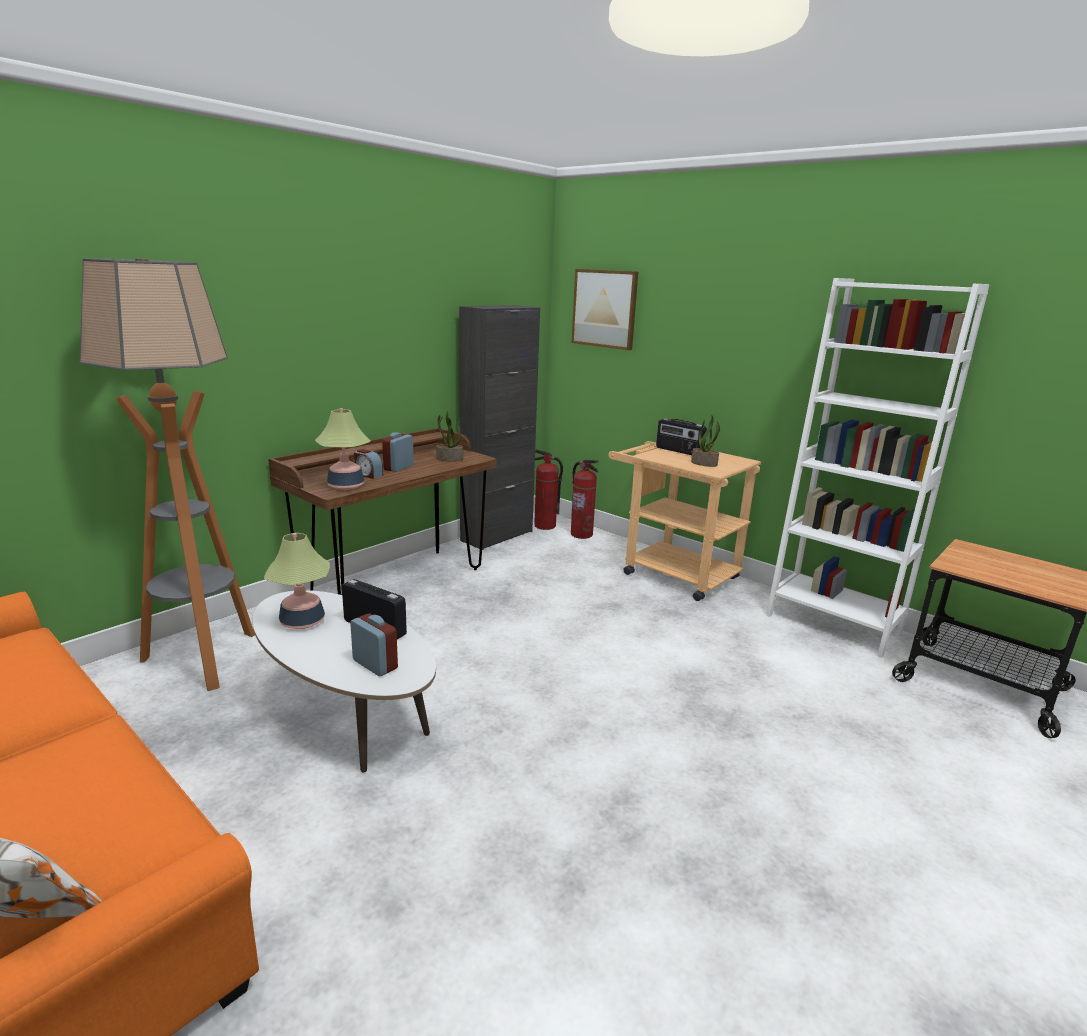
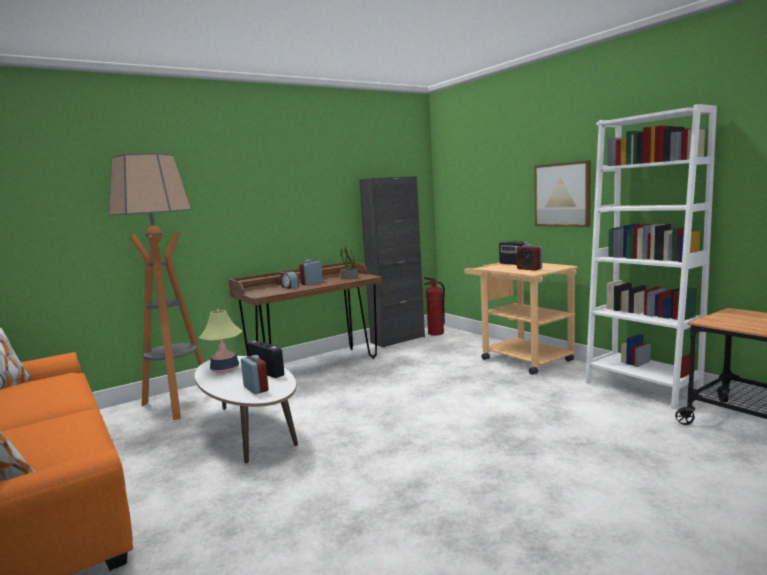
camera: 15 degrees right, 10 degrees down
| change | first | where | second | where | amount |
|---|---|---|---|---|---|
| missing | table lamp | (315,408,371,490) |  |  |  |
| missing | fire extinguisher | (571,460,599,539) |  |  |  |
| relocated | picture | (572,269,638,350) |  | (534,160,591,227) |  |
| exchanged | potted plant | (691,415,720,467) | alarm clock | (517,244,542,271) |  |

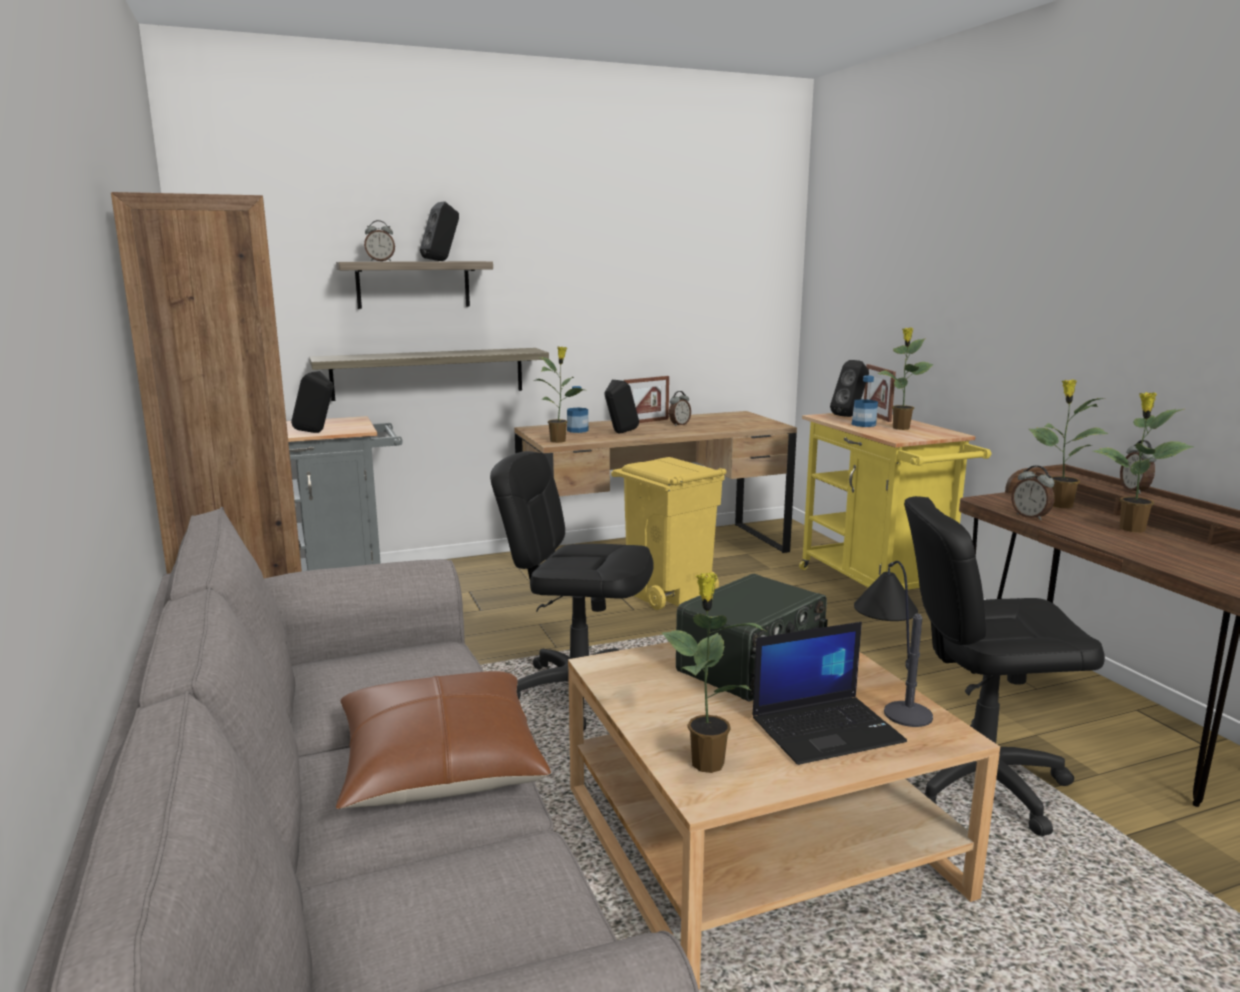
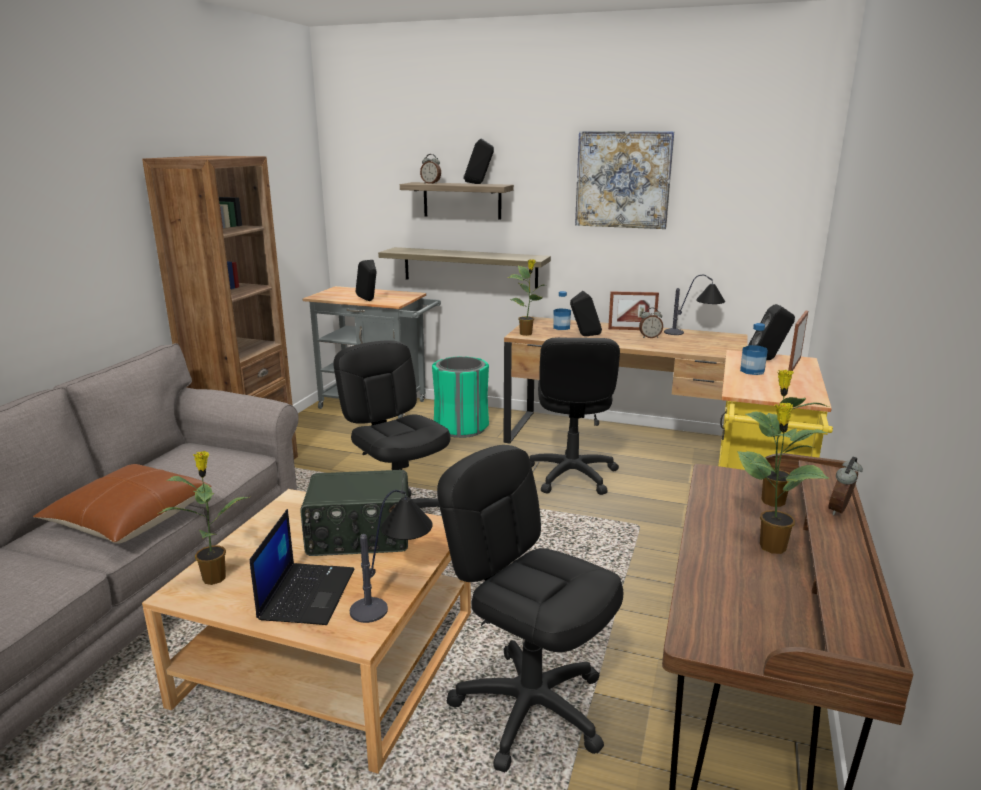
camera: 40 degrees right, 5 degrees up
| change | first | where | second | where | amount |
|---|---|---|---|---|---|
| missing | potted plant | (877,328,934,430) |  |  |  |
| missing | alarm clock | (1011,466,1055,520) |  |  |  |
| appeared |  |  | green trash can | (432,356,489,438) |  |
| appeared |  |  | picture | (575,131,674,229) |  |
| appeared |  |  | table lamp | (664,275,725,335) |  |
| exchanged | yellow trash can | (611,457,726,610) | black office chair | (530,337,620,495) |  |
| spun | laptop | (752,622,907,765) |  | (250,509,354,625) | 105 degrees counterclockwise |

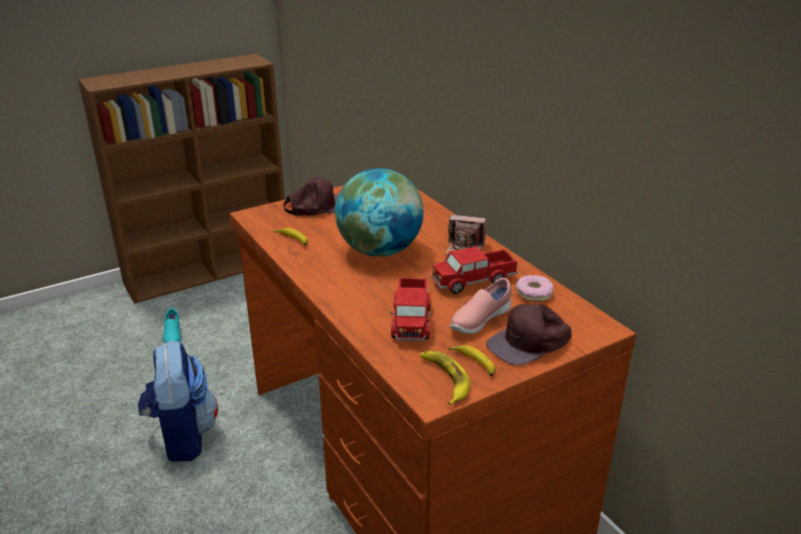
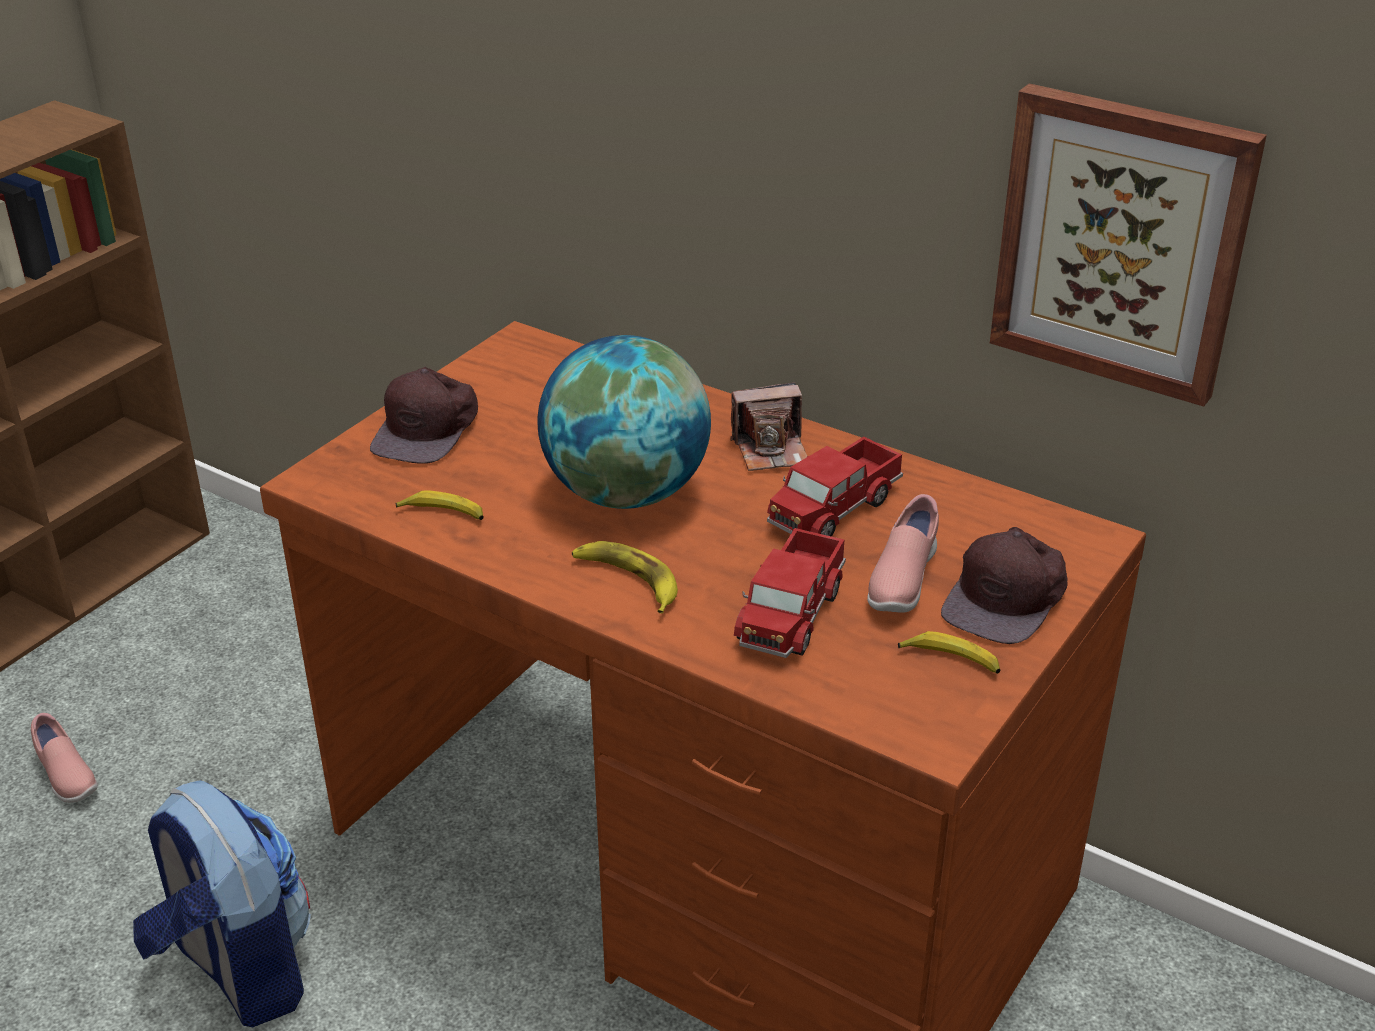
camera: 25 degrees left, 5 degrees up
| change | first | where | second | where | amount |
|---|---|---|---|---|---|
| missing | donut | (516,275,554,302) |  |  |  |
| appeared |  |  | picture | (990,83,1267,407) |  |
| relocated | banana | (420,351,470,405) |  | (572,541,678,614) |  |
| colour | turquoise shoe | (163,308,182,343) | pink shoe | (31,713,98,803) |  |
| spun | brown cap | (283,177,338,215) |  | (370,367,478,464) | 150 degrees clockwise |
| spun | toy truck | (391,278,432,341) |  | (734,528,846,658) | 45 degrees clockwise |

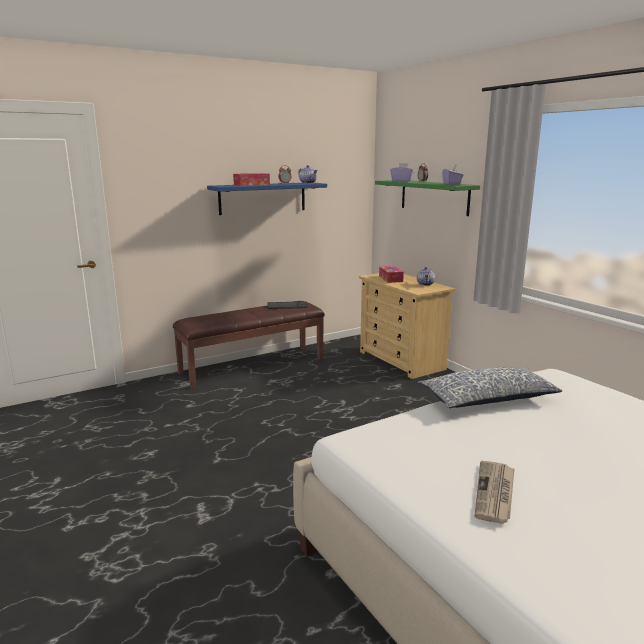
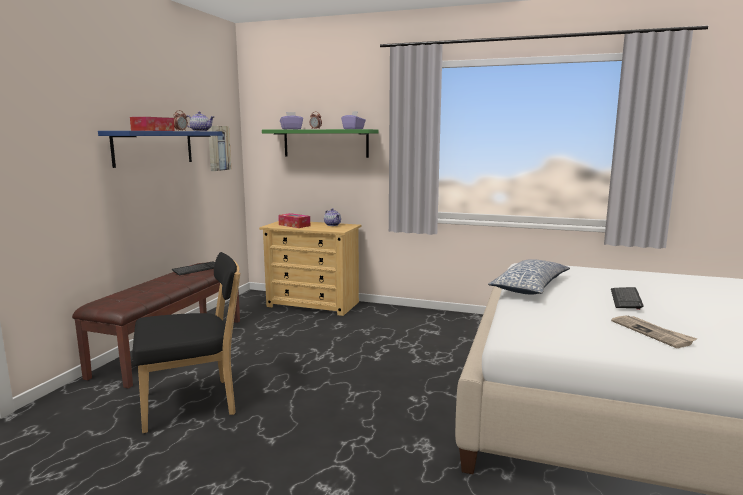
camera: 40 degrees left, 5 degrees down
| change | first | where | second | where | amount |
|---|---|---|---|---|---|
| appeared |  |  | black chair | (132,252,240,433) |  |
| appeared |  |  | picture | (208,126,231,171) |  |
| appeared |  |  | keyboard | (611,287,644,310) |  |

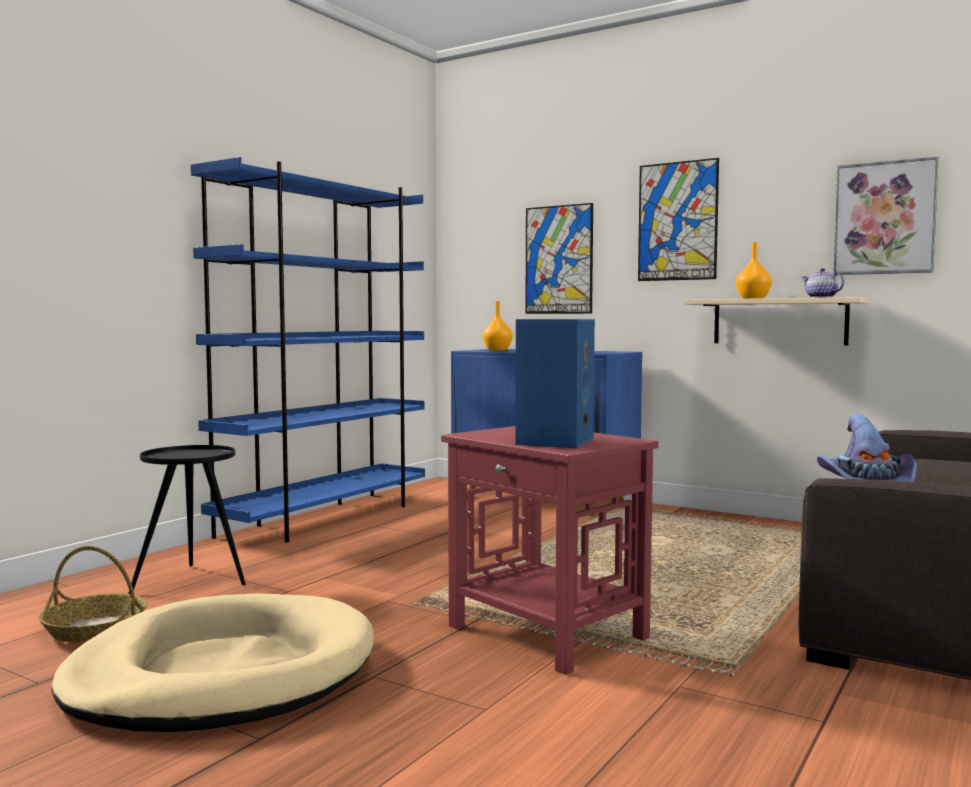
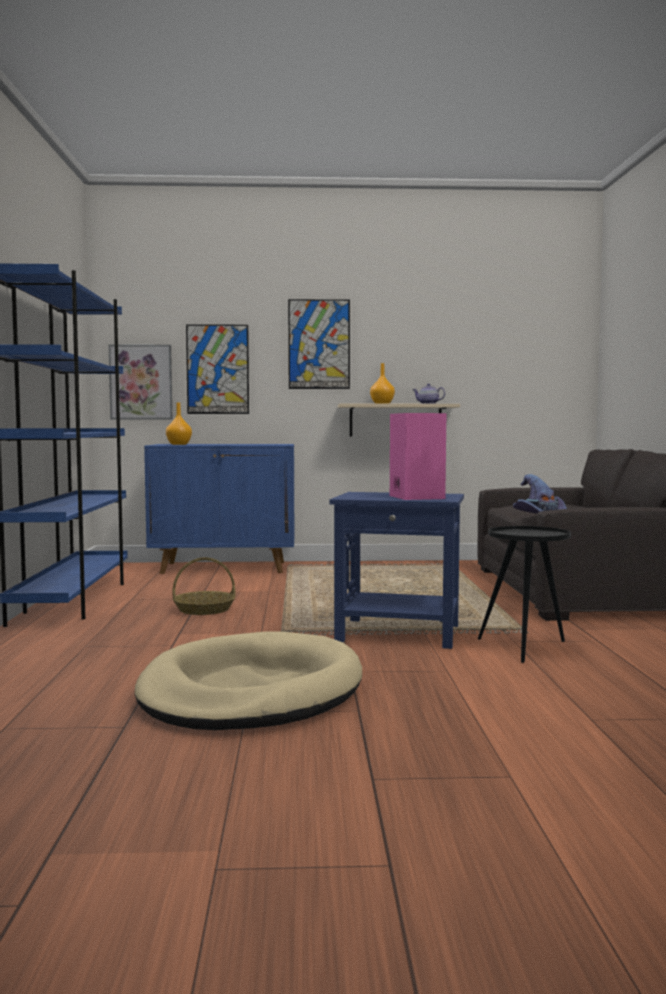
camera: 35 degrees left, 0 degrees up
| change | first | where | second | where | amount |
|---|---|---|---|---|---|
| relocated | basket | (38,546,147,643) |  | (172,557,236,615) |  |
| relocated | black side table | (128,445,246,594) |  | (478,526,571,663) |  |
| relocated | picture | (833,156,939,275) |  | (109,344,172,419) |  |
| colour | red side table | (441,426,658,675) | blue side table | (329,492,464,649) |  |
| colour | blue speaker | (515,319,595,448) | pink speaker | (390,413,446,500) |  |

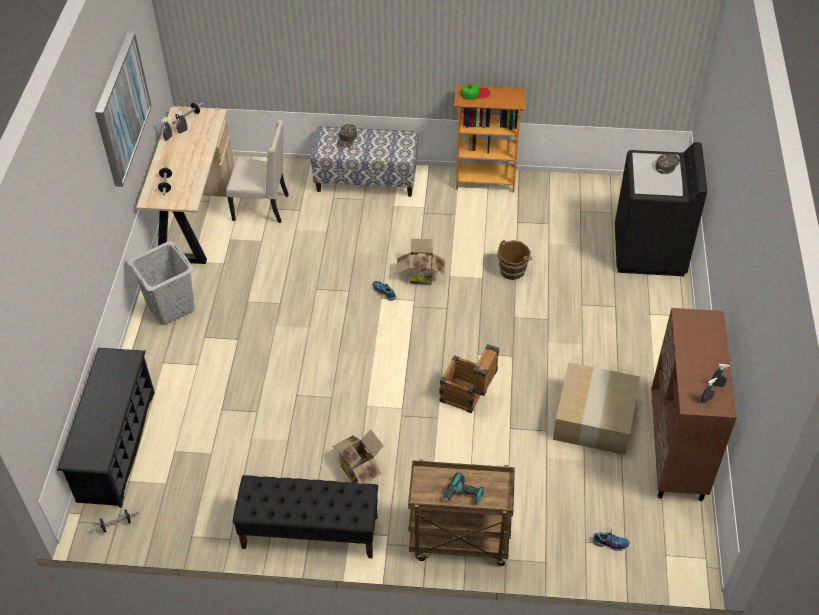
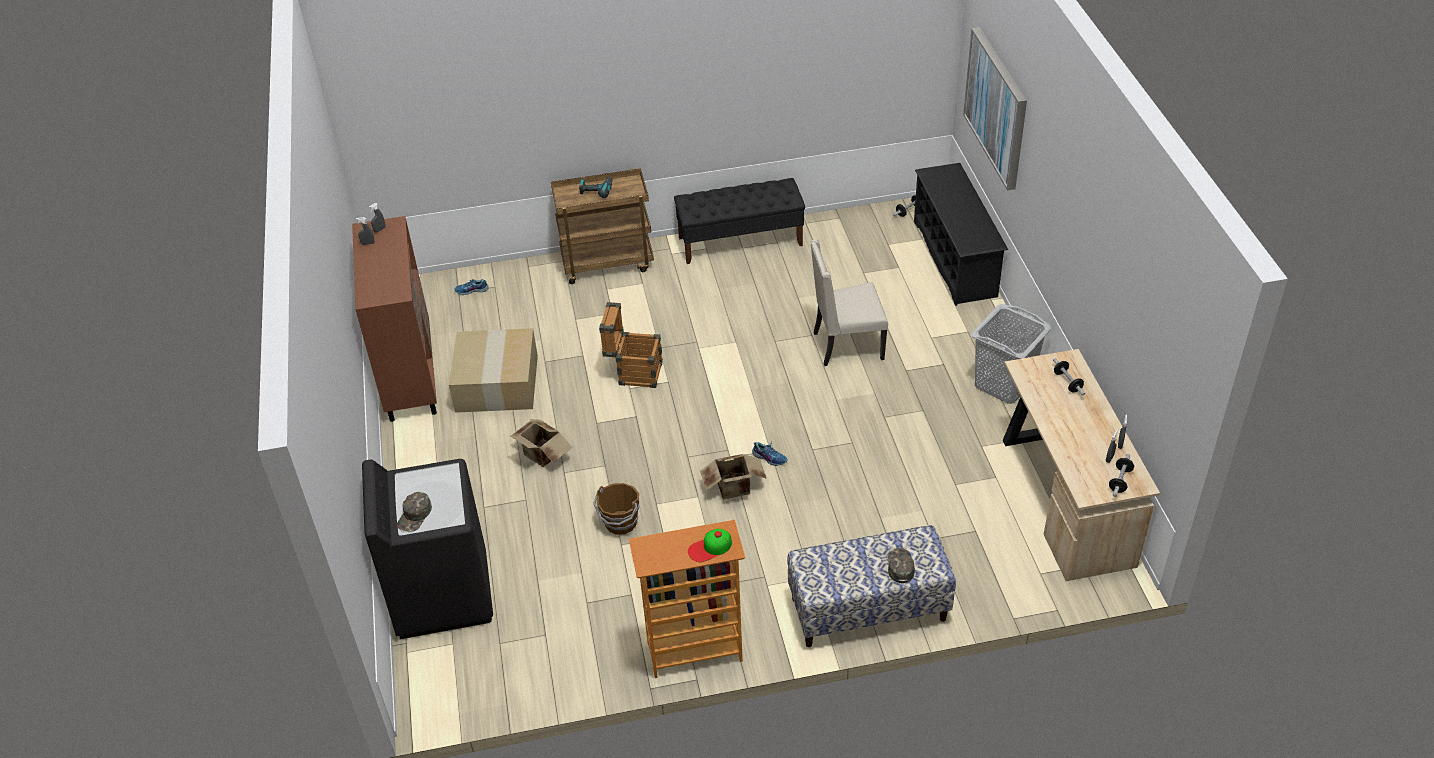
camera: 165 degrees right, 5 degrees down
| change | first | where | second | where | amount |
|---|---|---|---|---|---|
| relocated | picture | (95,33,152,187) |  | (963,27,1027,190) |  |
| relocated | beige chair | (226,120,289,223) |  | (810,239,888,366) |  |
| relocated | cardboard box | (332,429,384,484) |  | (511,420,572,467) |  |

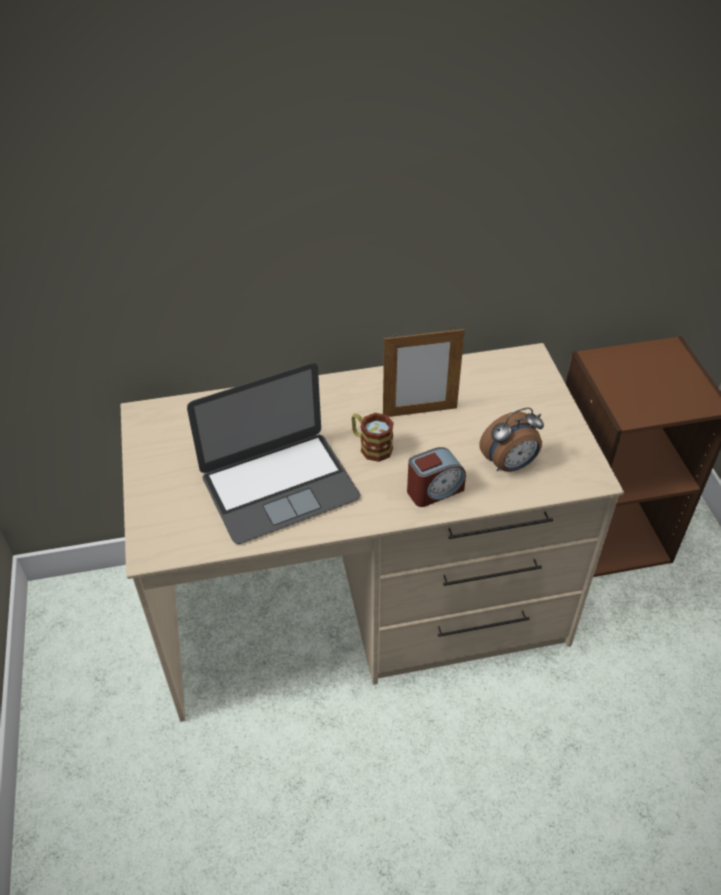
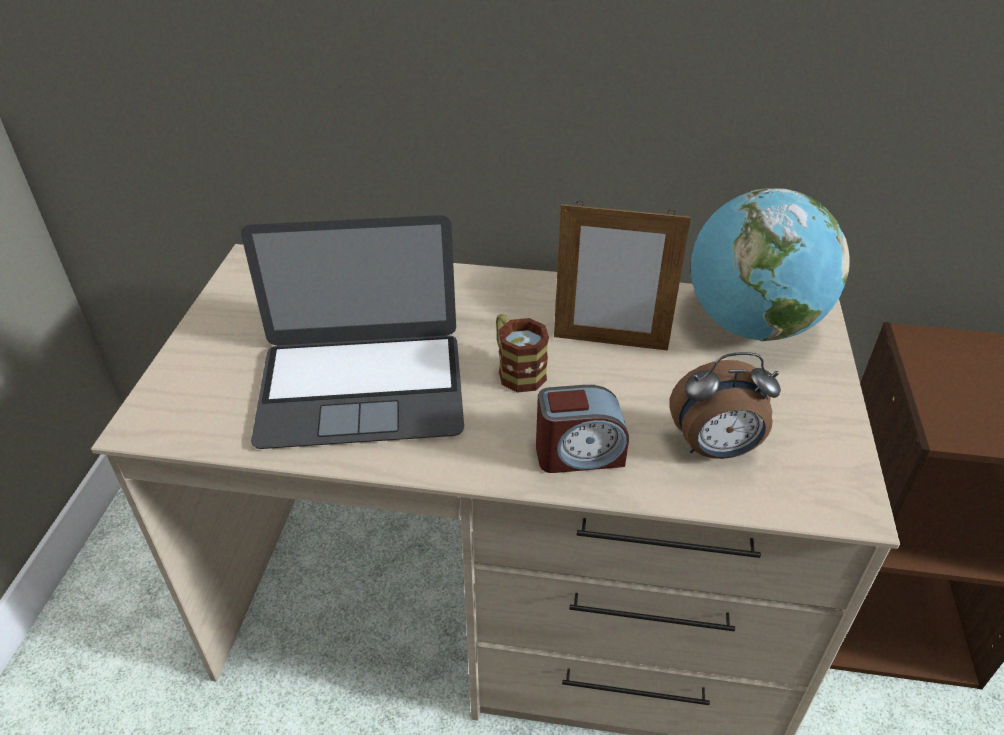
camera: 20 degrees right, 5 degrees down
| change | first | where | second | where | amount |
|---|---|---|---|---|---|
| appeared |  |  | globe | (691,188,850,341) |  |

